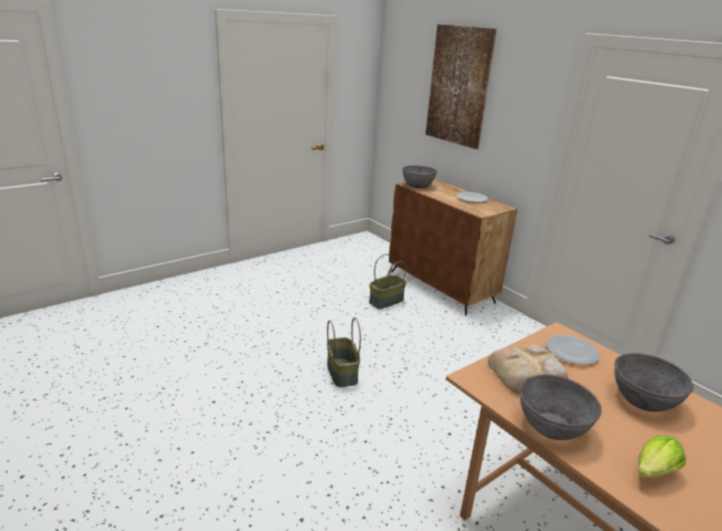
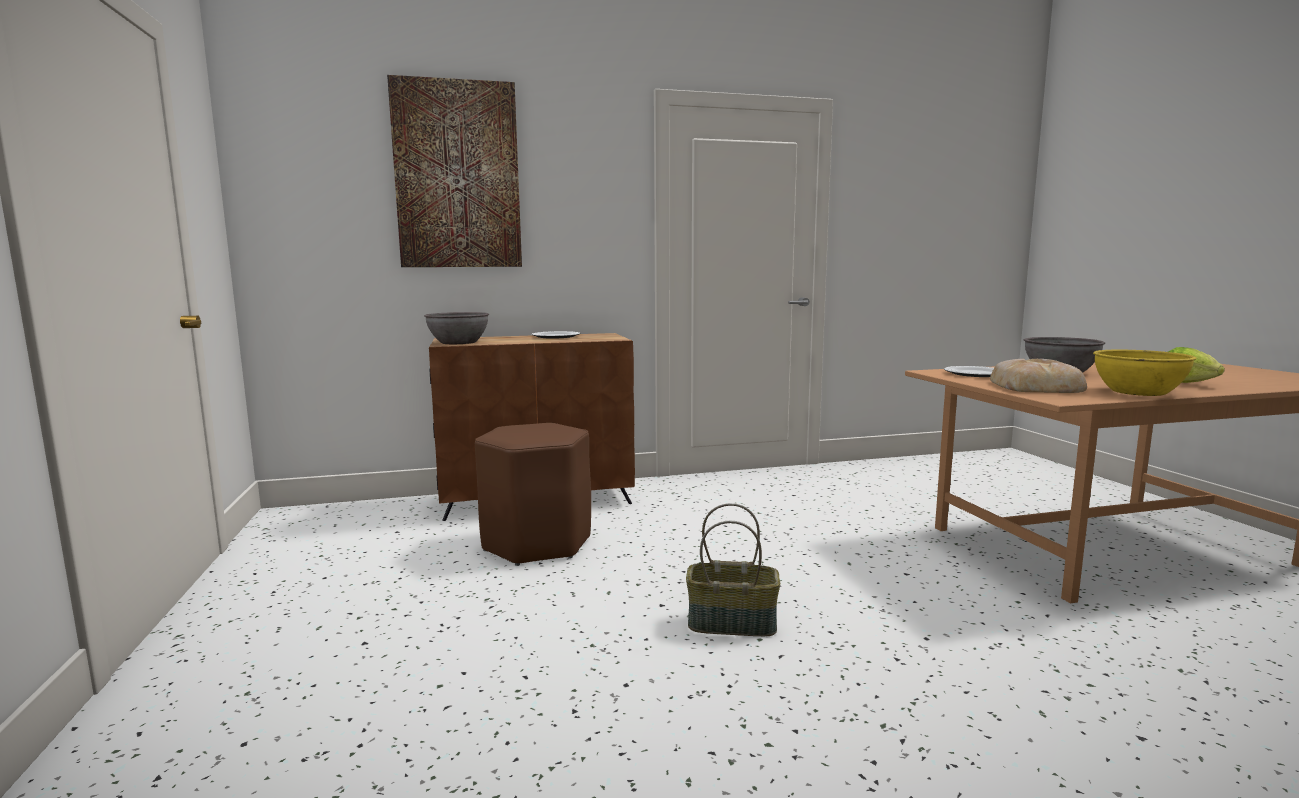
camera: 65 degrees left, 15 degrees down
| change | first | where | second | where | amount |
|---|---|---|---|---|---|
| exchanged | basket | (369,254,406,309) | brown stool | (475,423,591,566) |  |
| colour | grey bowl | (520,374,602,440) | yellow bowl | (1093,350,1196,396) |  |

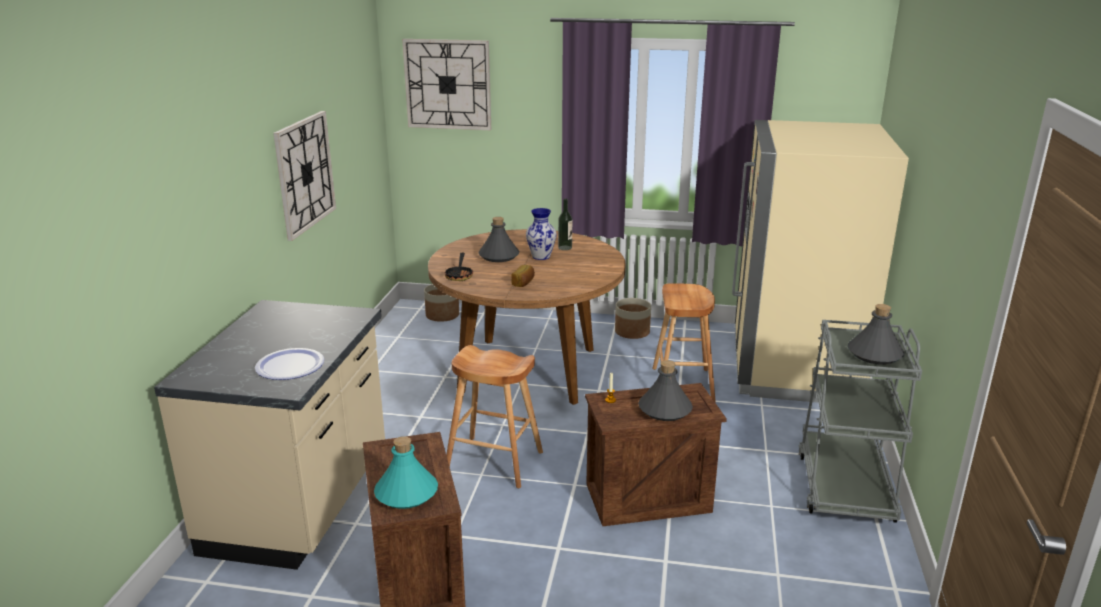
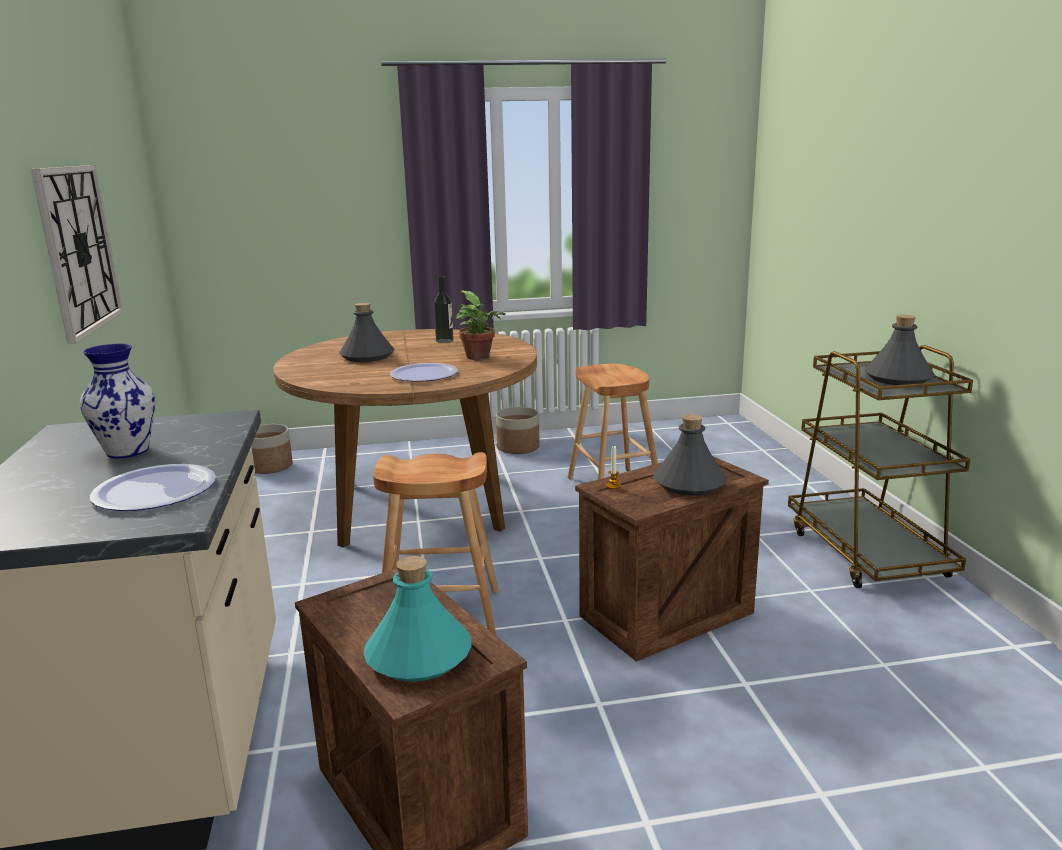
camera: 20 degrees left, 5 degrees down
| change | first | where | second | where | amount |
|---|---|---|---|---|---|
| missing | wall clock | (402,39,491,130) |  |  |  |
| missing | frying pan | (445,252,473,281) |  |  |  |
| missing | beige fridge | (732,120,909,403) |  |  |  |
| appeared |  |  | potted plant | (456,290,506,360) |  |
| relocated | vase | (526,208,557,260) |  | (79,344,155,458) |  |
| exchanged | bread | (511,265,535,287) | plate | (390,363,458,382) |  |
| colour | grey cart | (799,320,922,523) | brown cart | (788,345,973,588) |  |

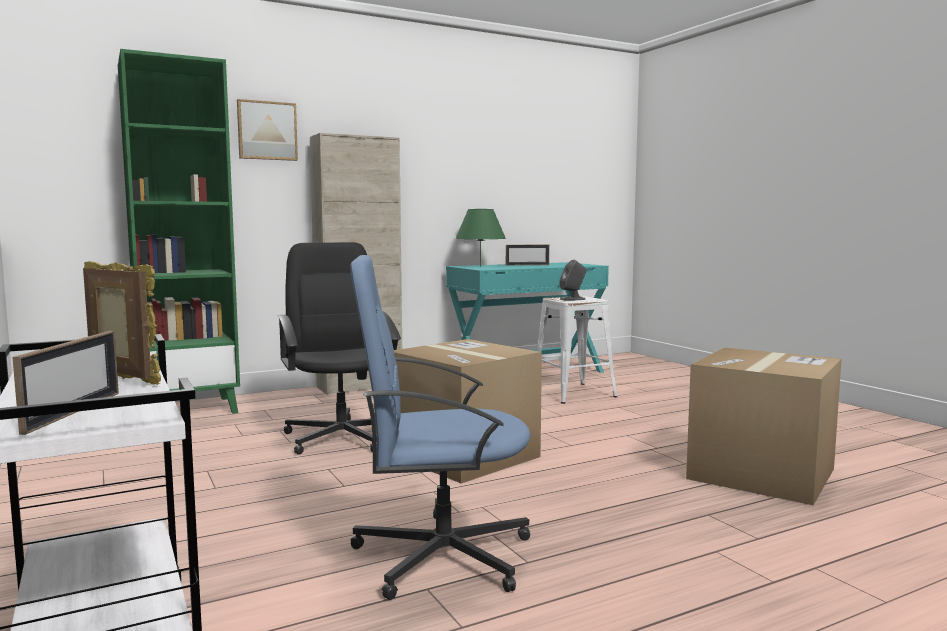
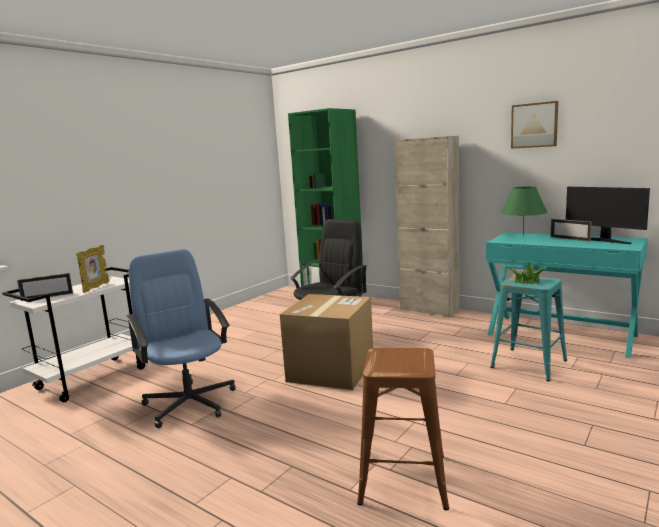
camera: 65 degrees right, 5 degrees up
| change | first | where | second | where | amount |
|---|---|---|---|---|---|
| appeared |  |  | monitor | (566,187,650,244) |  |
| relocated | picture | (237,99,298,161) |  | (511,101,558,149) |  |
| exchanged | grey speaker | (559,260,586,301) | potted plant | (509,262,549,284) |  |
| exchanged | cardboard box | (686,347,842,505) | brown stool | (357,348,449,510) |  |
| colour | white stool | (537,296,617,404) | turquoise stool | (490,275,567,381) |  |

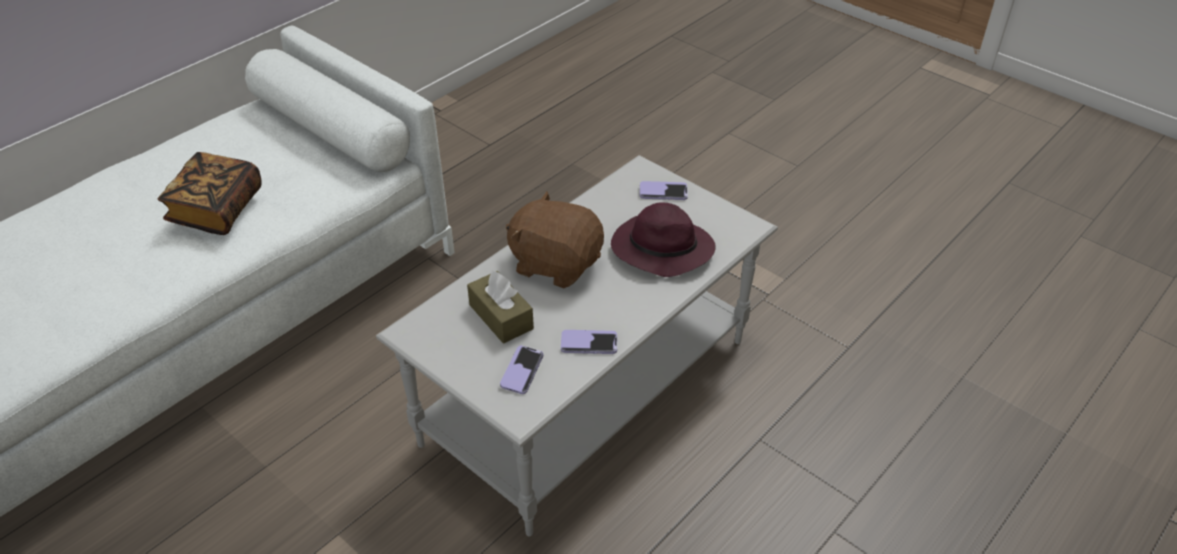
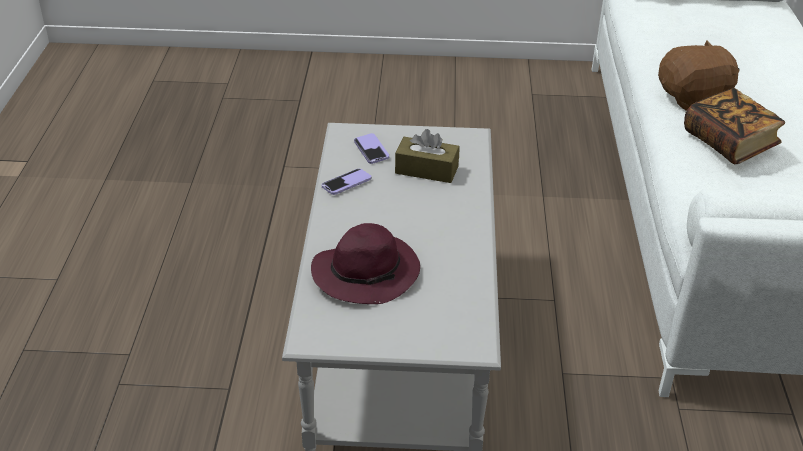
camera: 140 degrees right, 5 degrees down
| change | first | where | second | where | amount |
|---|---|---|---|---|---|
| missing | phone | (640,181,688,200) |  |  |  |
| relocated | brown plush toy | (506,191,604,288) |  | (658,40,740,111) |  |

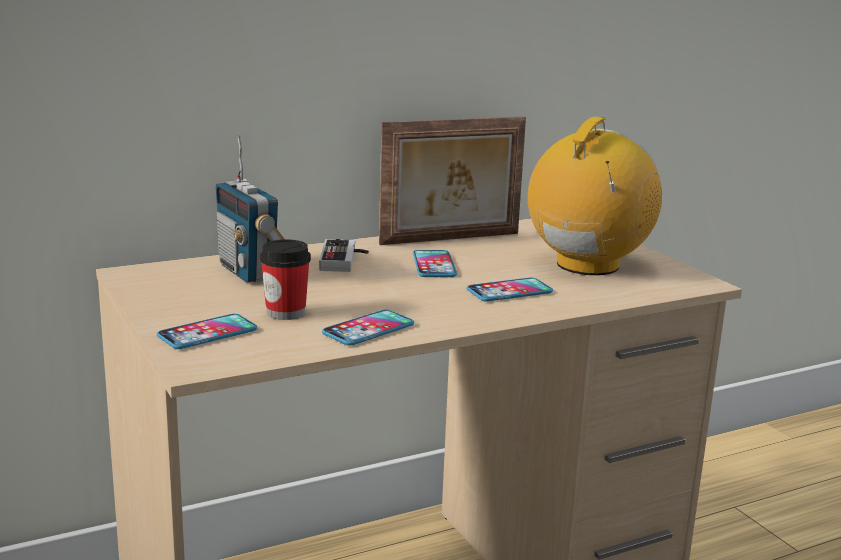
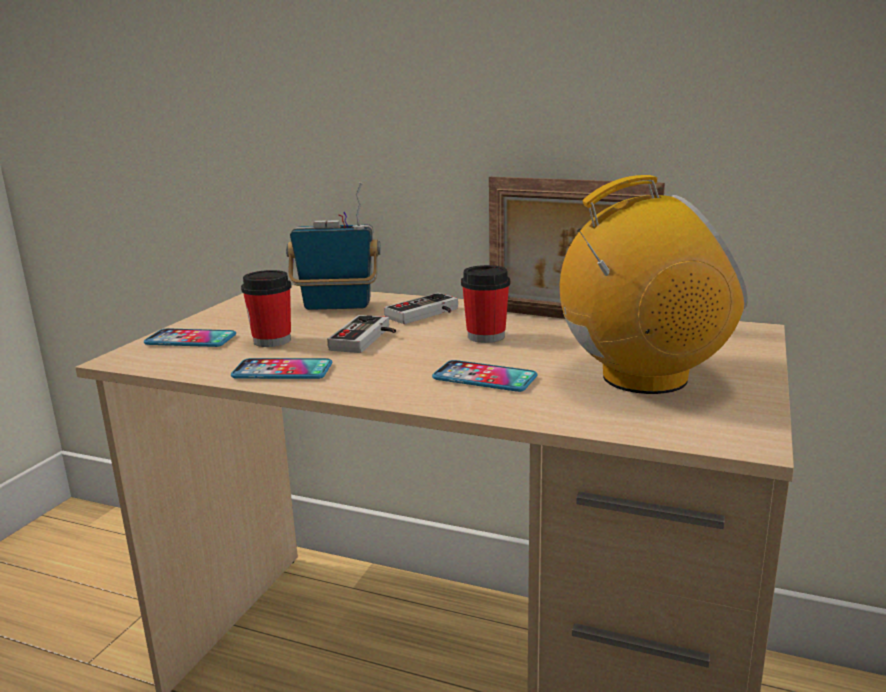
camera: 50 degrees right, 0 degrees up
| change | first | where | second | where | amount |
|---|---|---|---|---|---|
| appeared |  |  | game controller | (327,315,396,353) |  |
| exchanged | phone | (413,250,457,277) | cup | (461,265,510,343) |  |
| spun | radio | (215,136,284,283) |  | (286,182,381,310) | 75 degrees clockwise |

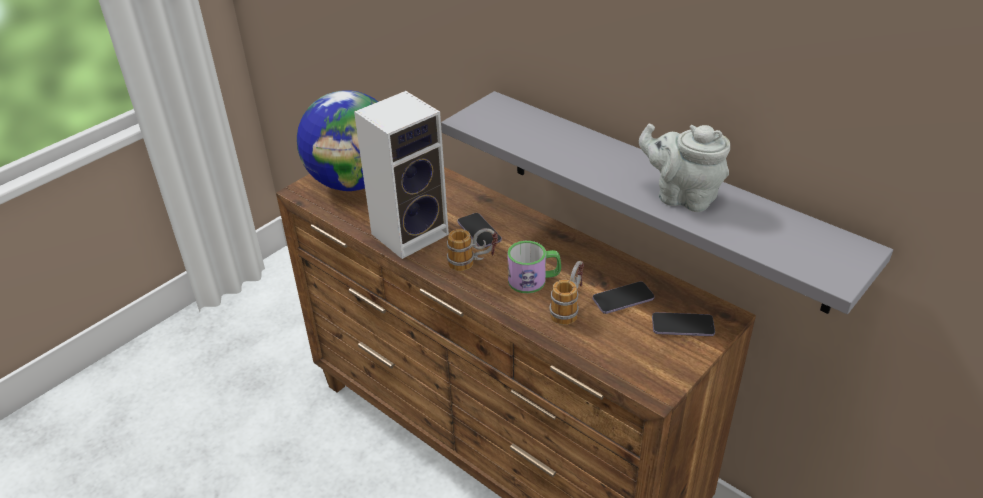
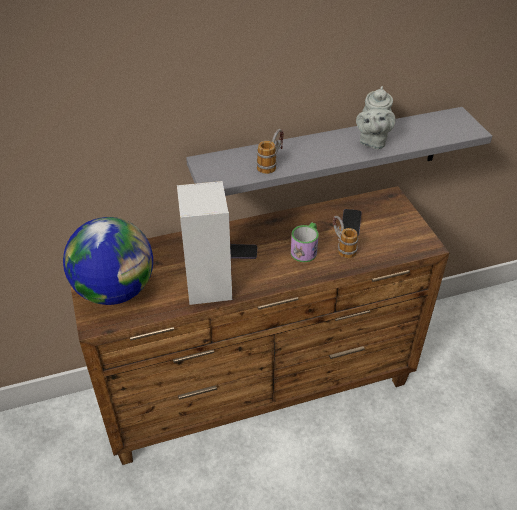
camera: 60 degrees left, 5 degrees up
| change | first | where | second | where | amount |
|---|---|---|---|---|---|
| missing | phone | (652,312,715,336) |  |  |  |
| relocated | mug | (447,228,498,271) |  | (256,129,284,174) |  |
| spun | grey teapot | (639,123,730,212) |  | (356,86,396,149) | 45 degrees counterclockwise |

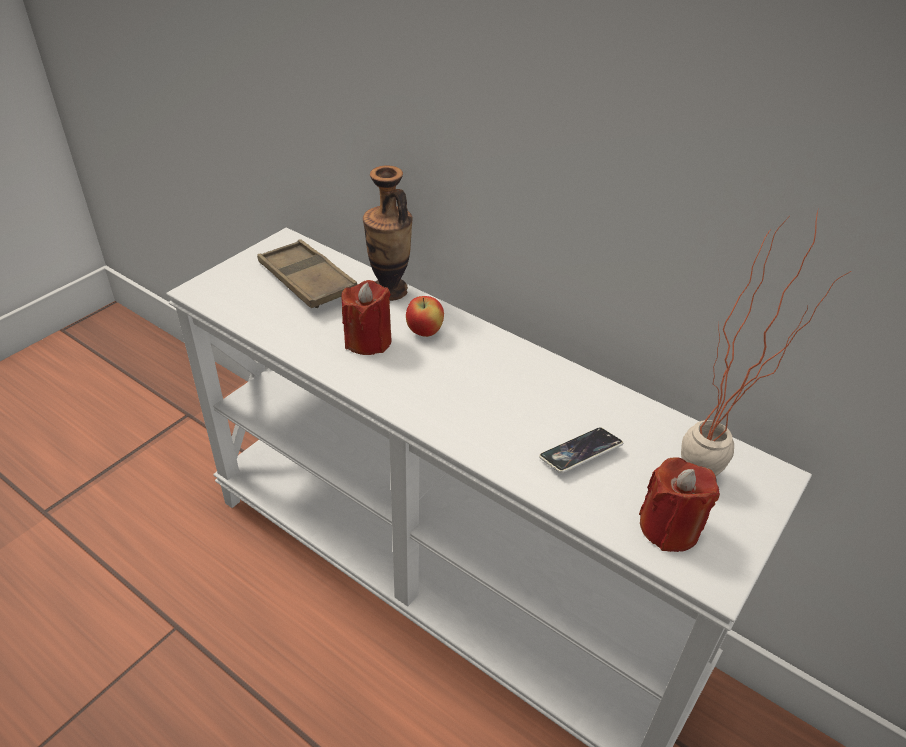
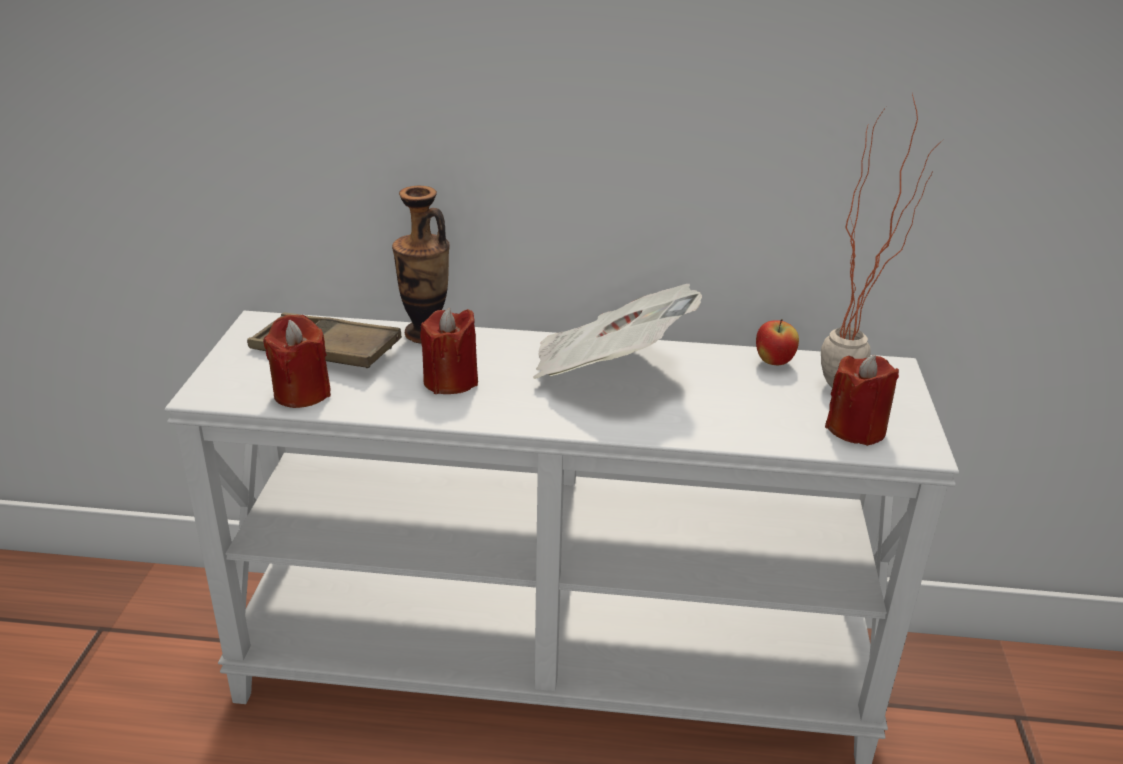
camera: 30 degrees left, 10 degrees down
| change | first | where | second | where | amount |
|---|---|---|---|---|---|
| missing | phone | (539,427,623,473) |  |  |  |
| appeared |  |  | red candle | (263,315,331,408) |  |
| appeared |  |  | newspaper | (534,284,702,379) |  |
| relocated | apple | (406,296,444,337) |  | (756,319,799,365) |  |

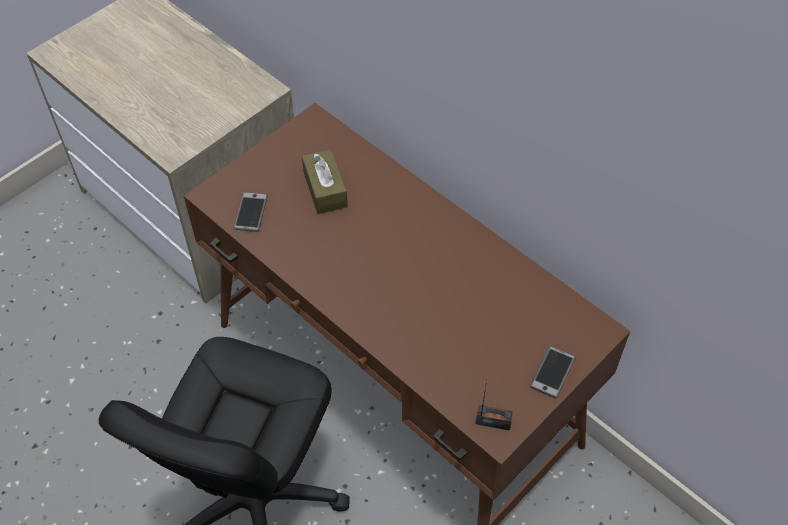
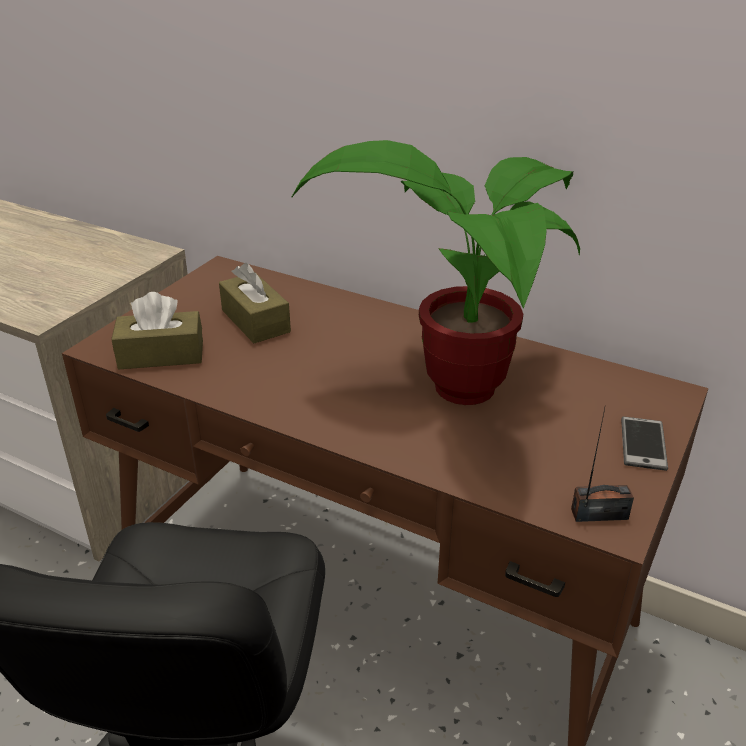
camera: 15 degrees left, 20 degrees down
| change | first | where | second | where | amount |
|---|---|---|---|---|---|
| appeared |  |  | potted plant | (291,140,580,405) |  |
| exchanged | phone | (234,192,268,232) | brown tissue box | (111,292,203,369) |  |

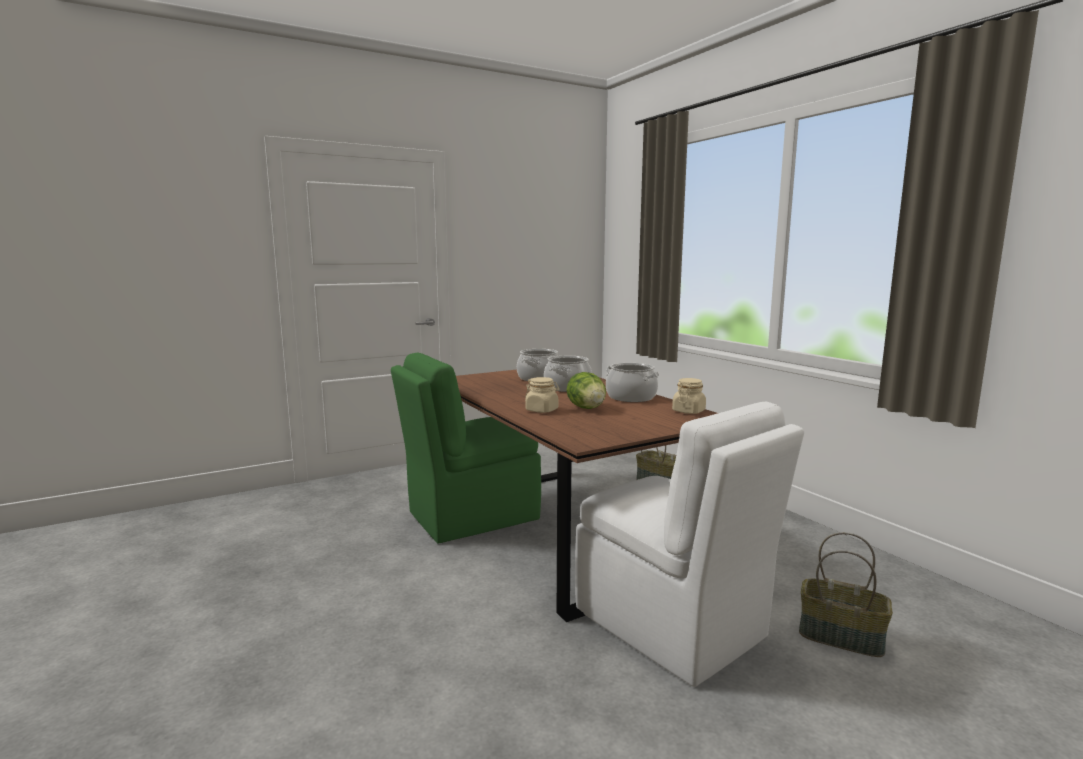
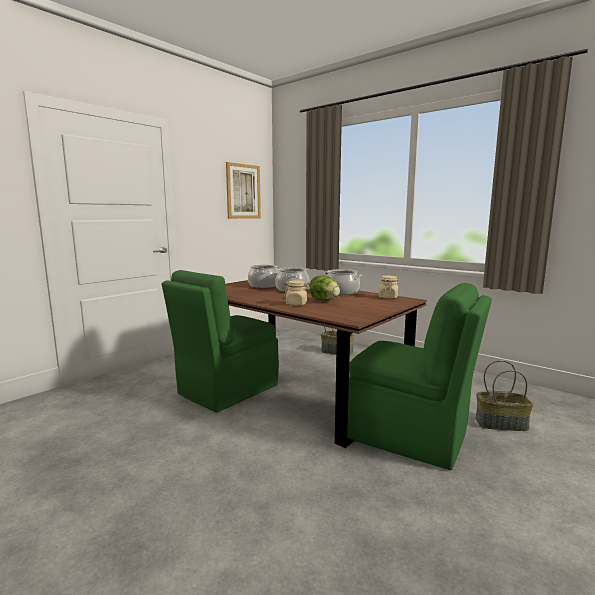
camera: 20 degrees left, 0 degrees up
| change | first | where | second | where | amount |
|---|---|---|---|---|---|
| appeared |  |  | picture | (226,162,261,219) |  |
| colour | white chair | (575,401,804,687) | green chair | (347,283,492,470) |  |

